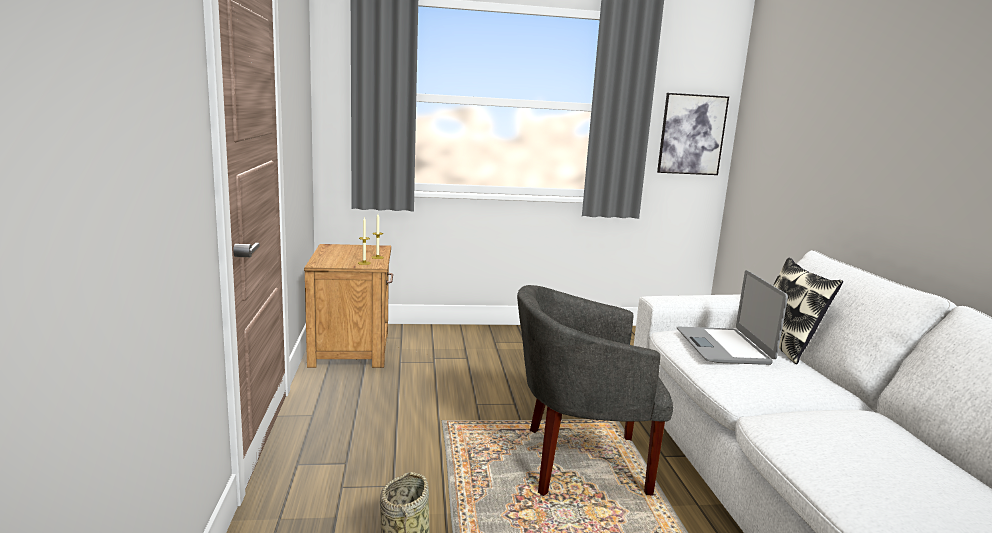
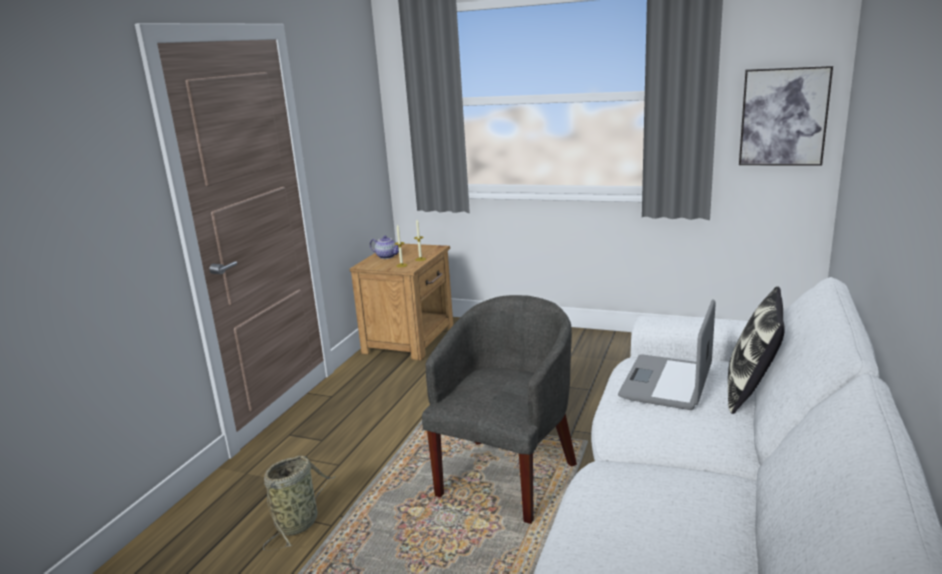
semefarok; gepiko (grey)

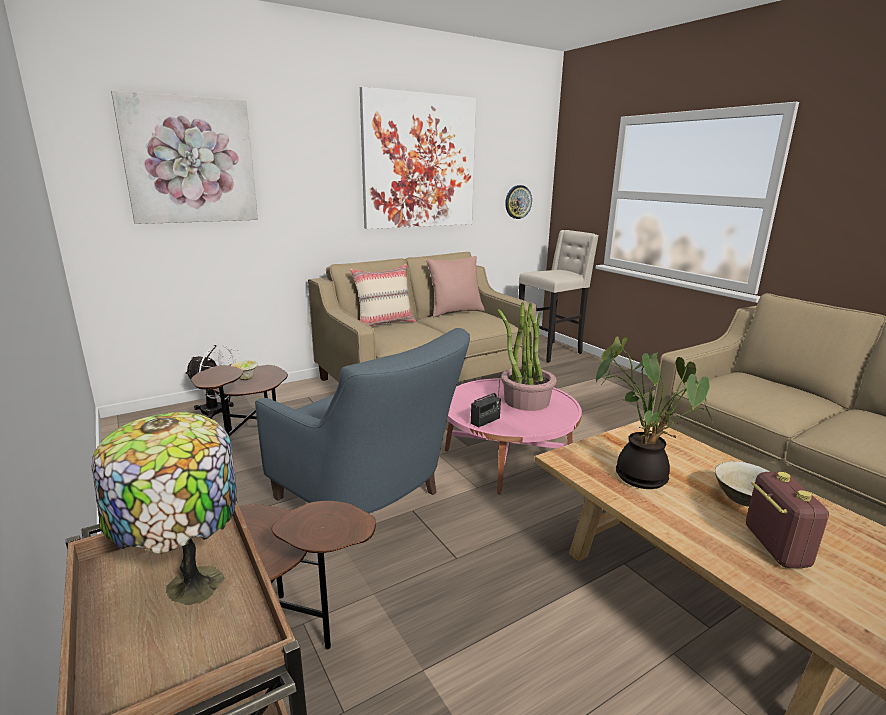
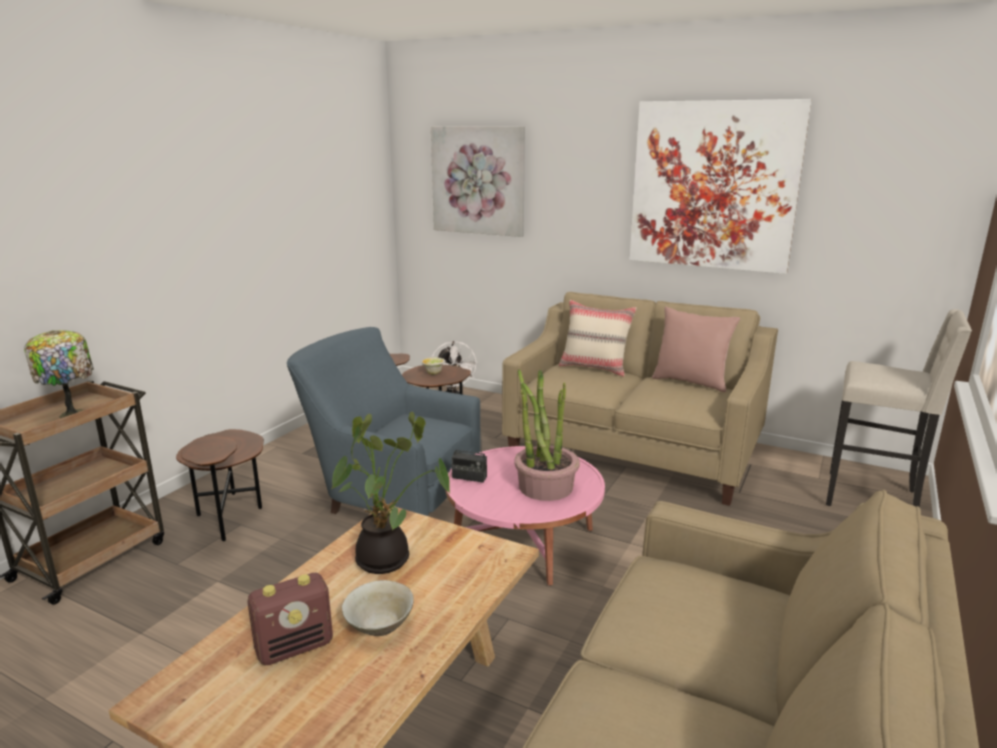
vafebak; gepiko (blue)

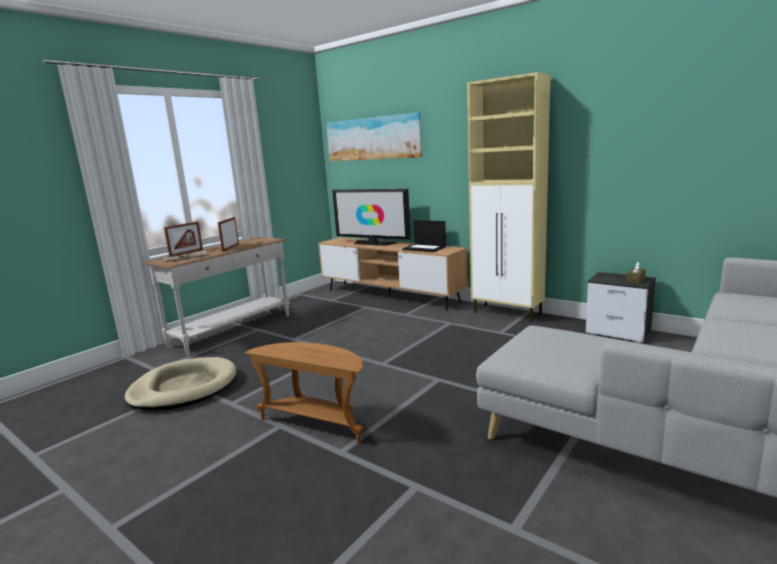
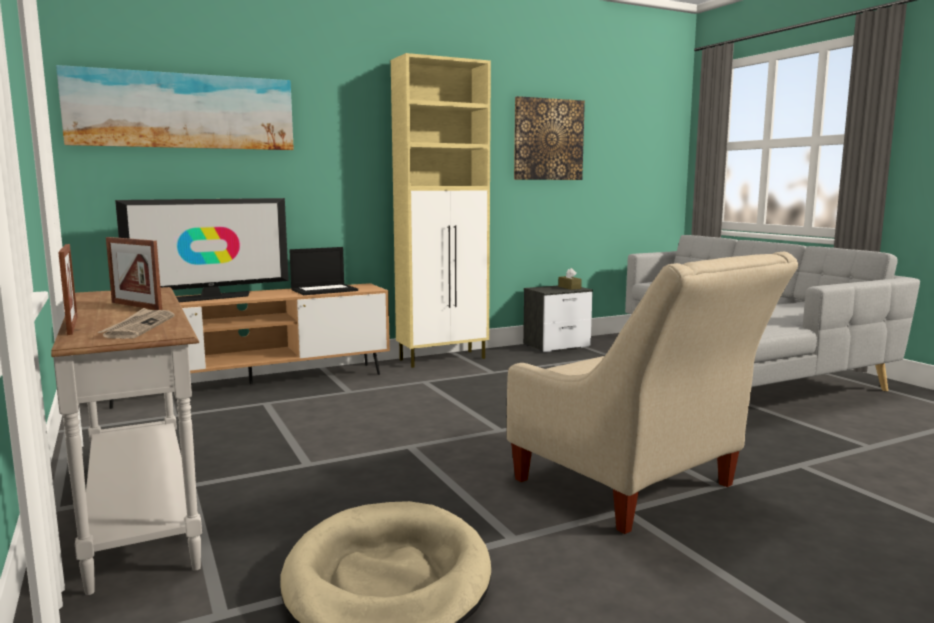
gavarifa (2nd from left); gepiko (beige)

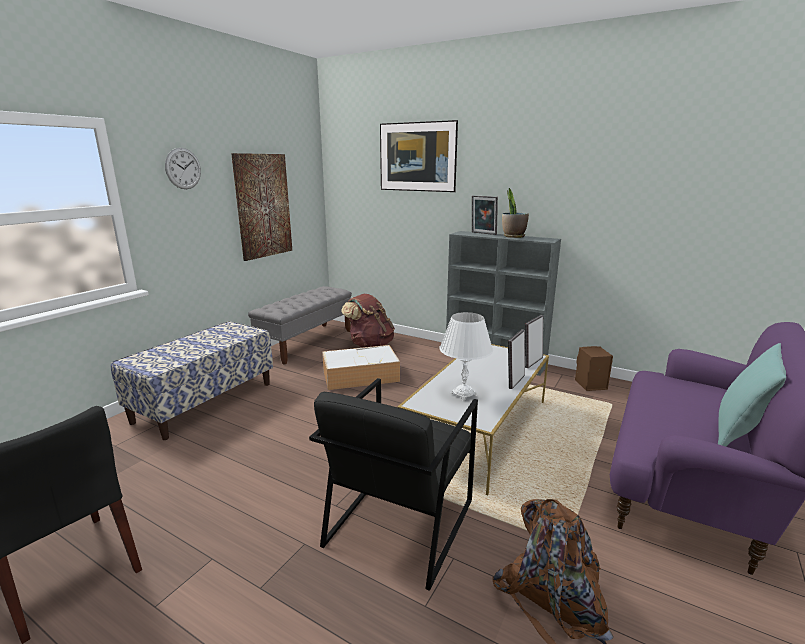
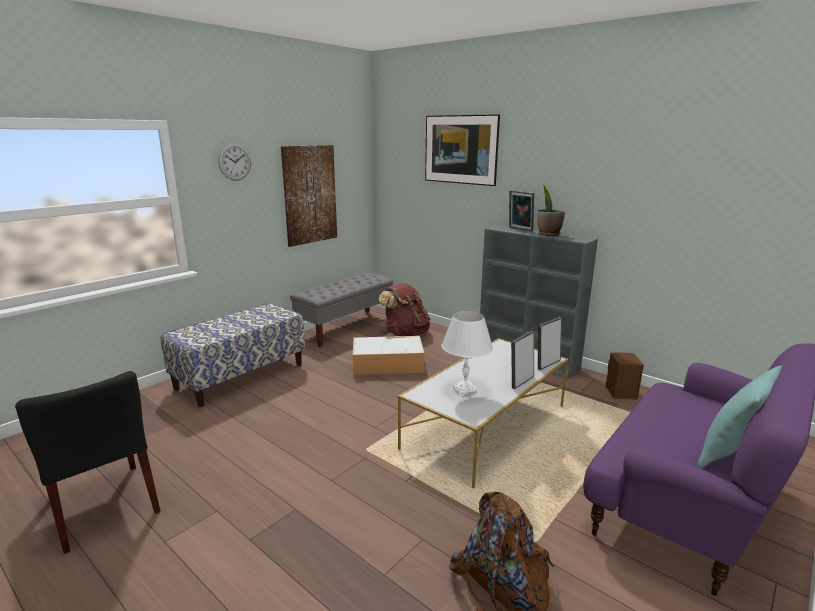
gepiko (black)

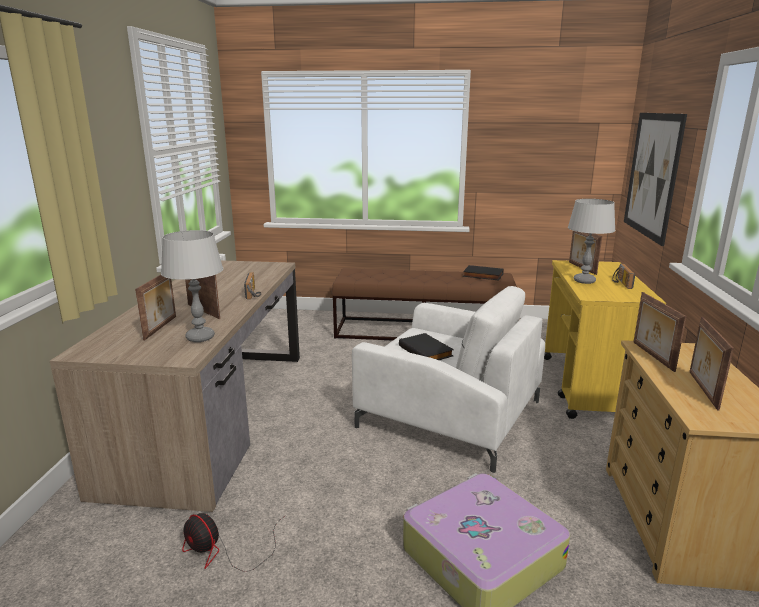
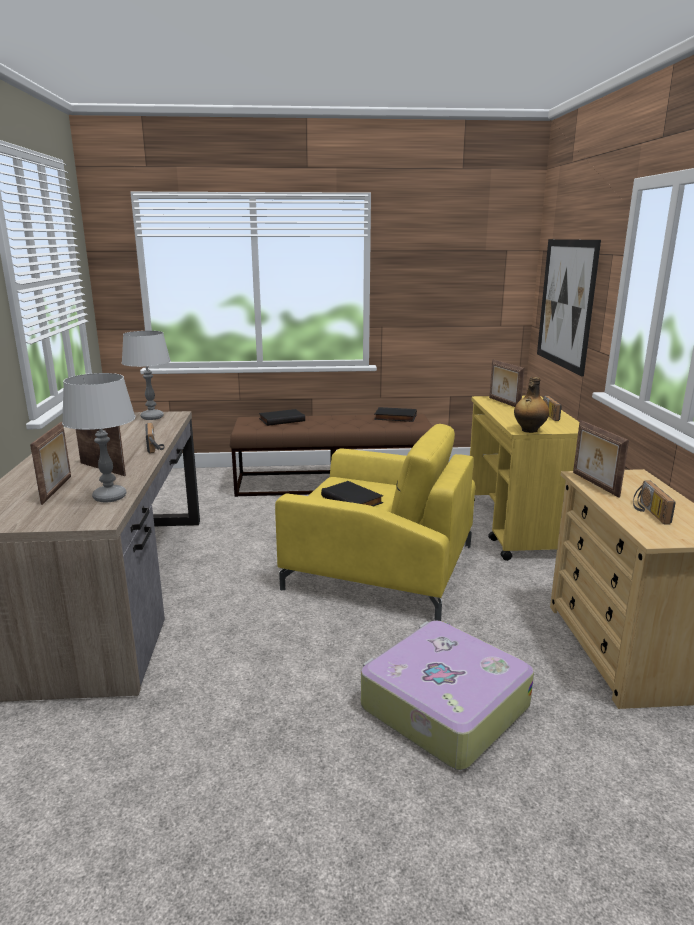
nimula; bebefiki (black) (1st from left); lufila; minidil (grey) (2nd from left); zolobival (3rd from left); gepiko (yellow)

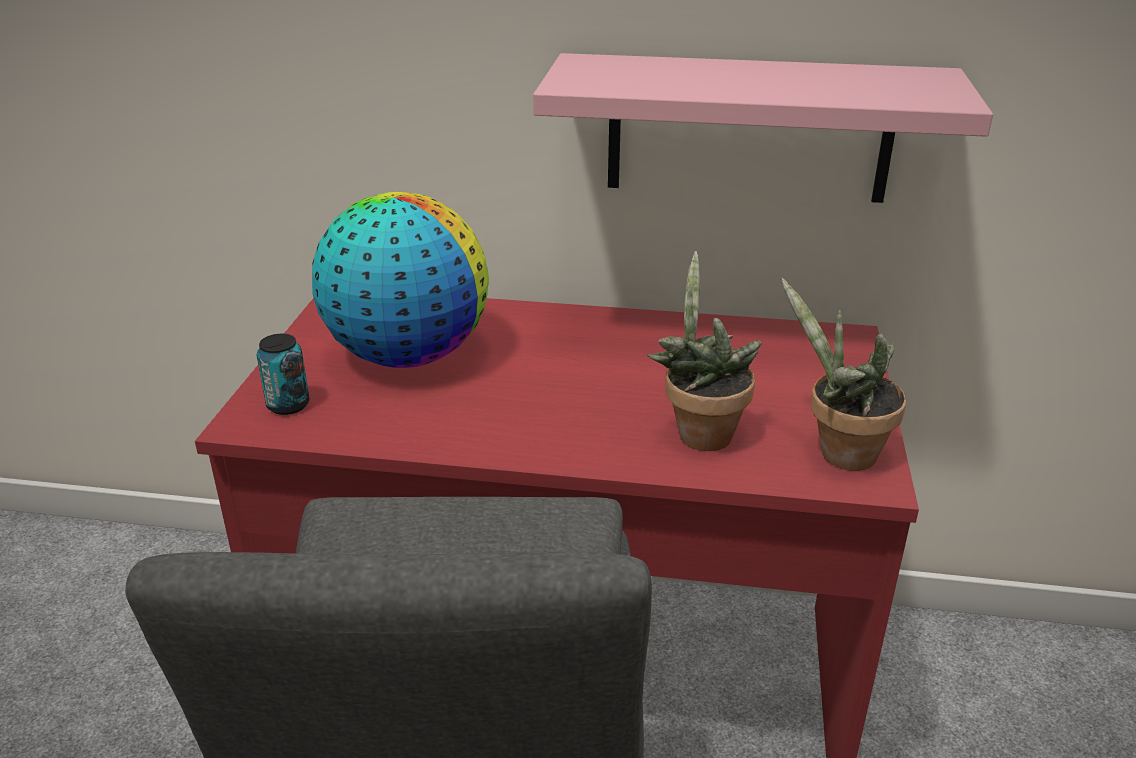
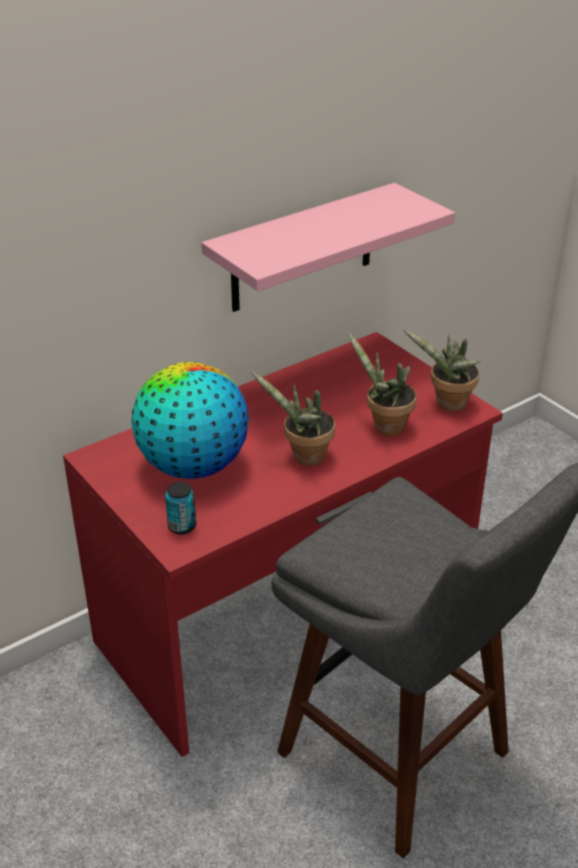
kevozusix (1st from left)

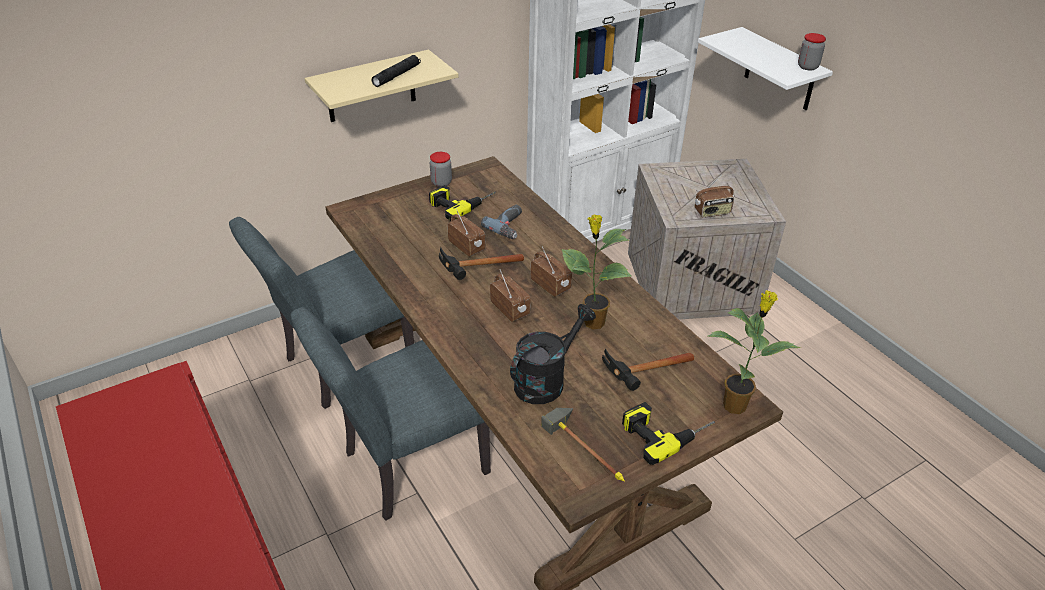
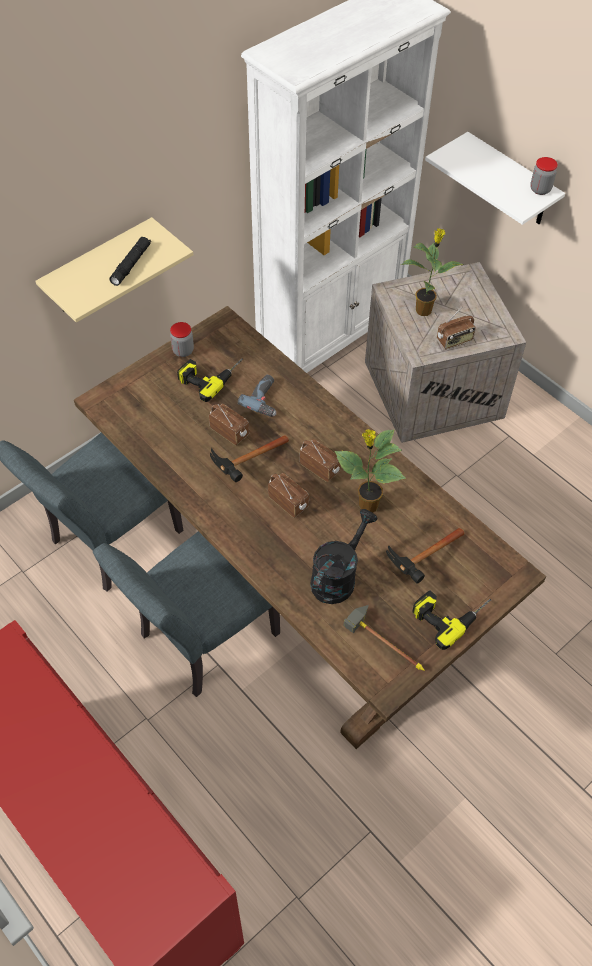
kevozusix (2nd from left)

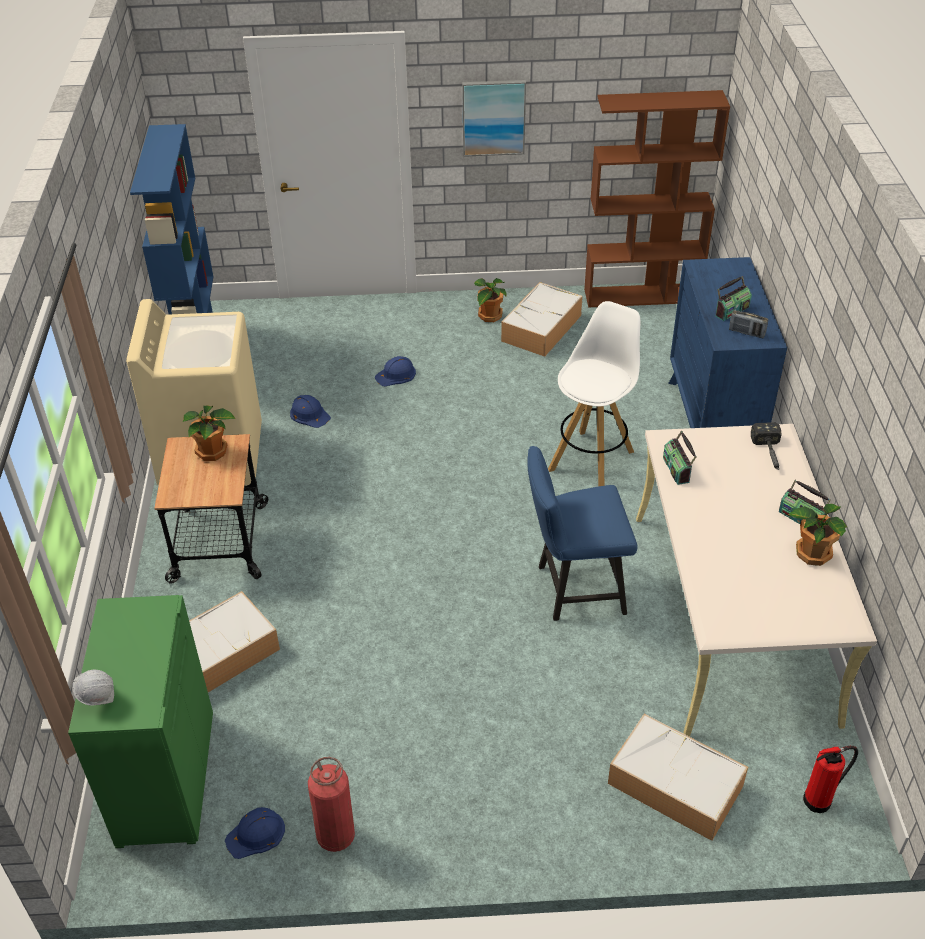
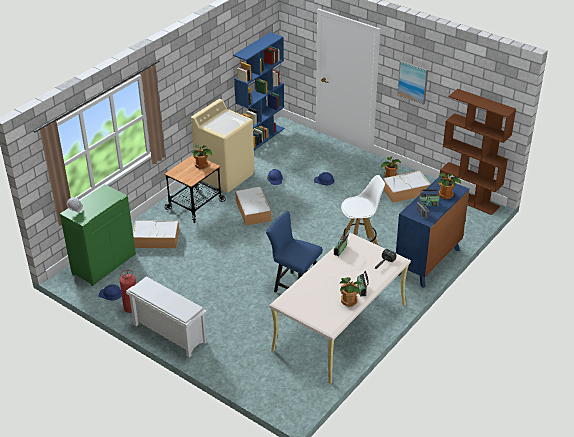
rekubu (2nd from left in the first image); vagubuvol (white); kevozusix (4th from left); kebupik (2nd from left)

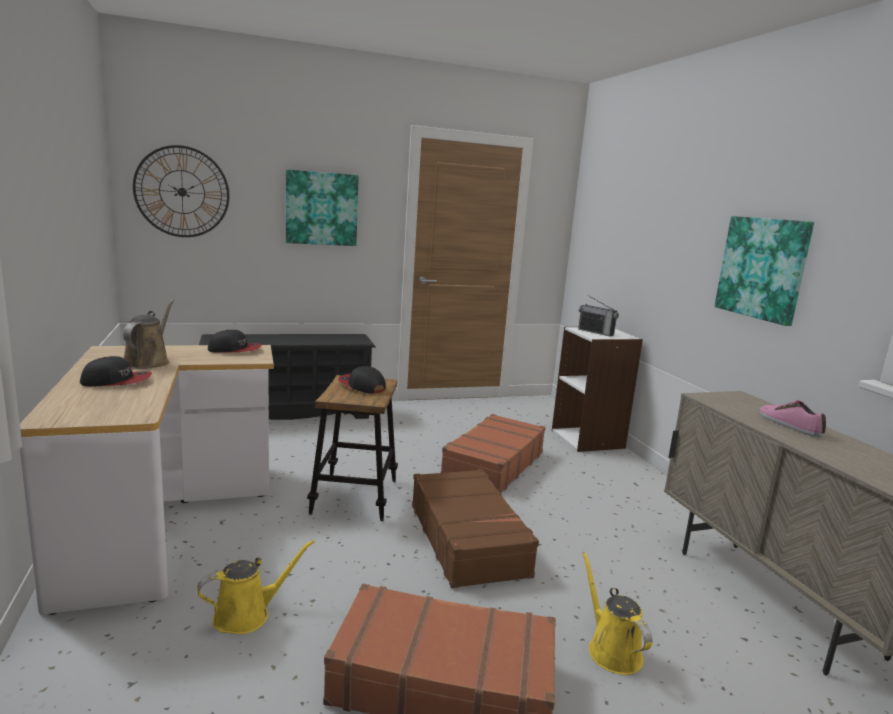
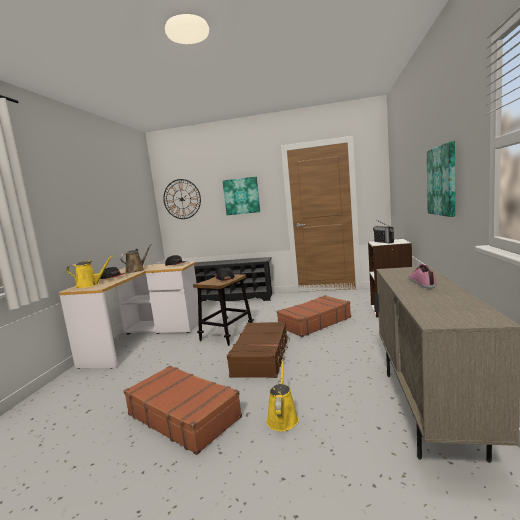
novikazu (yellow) (1st from left)

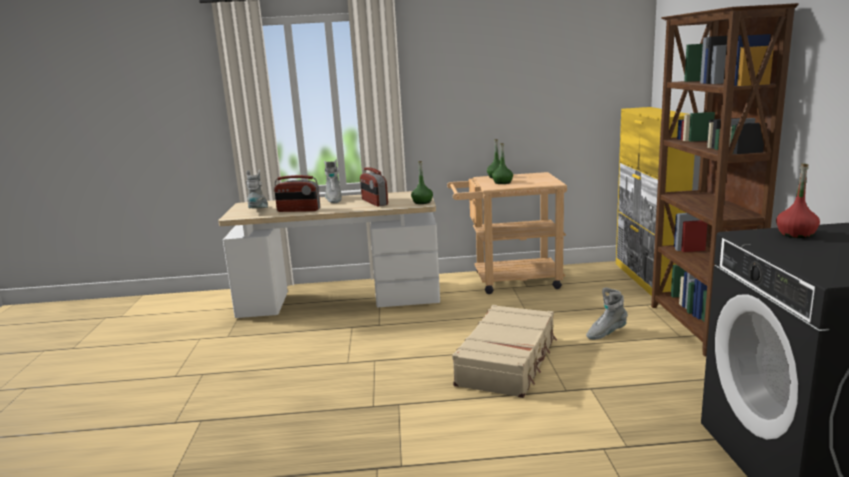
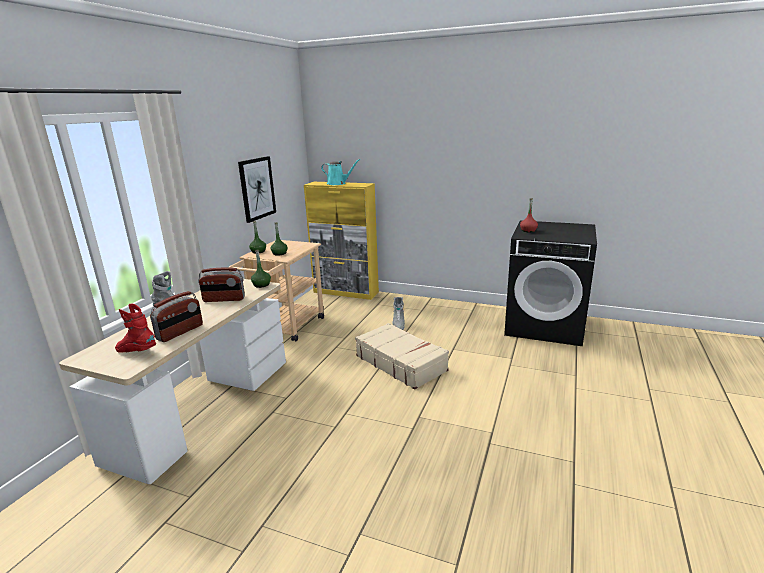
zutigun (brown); gavarifa; novikazu (turquoise); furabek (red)

